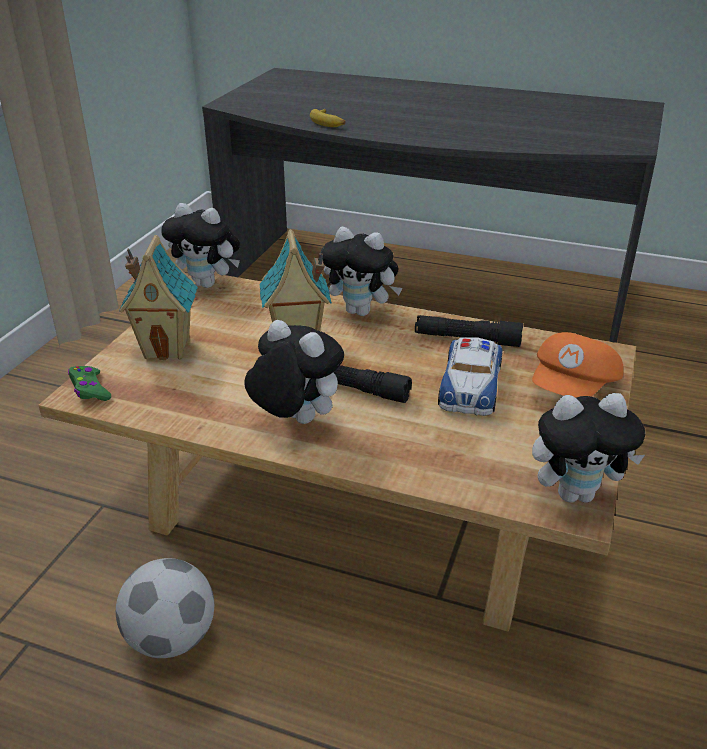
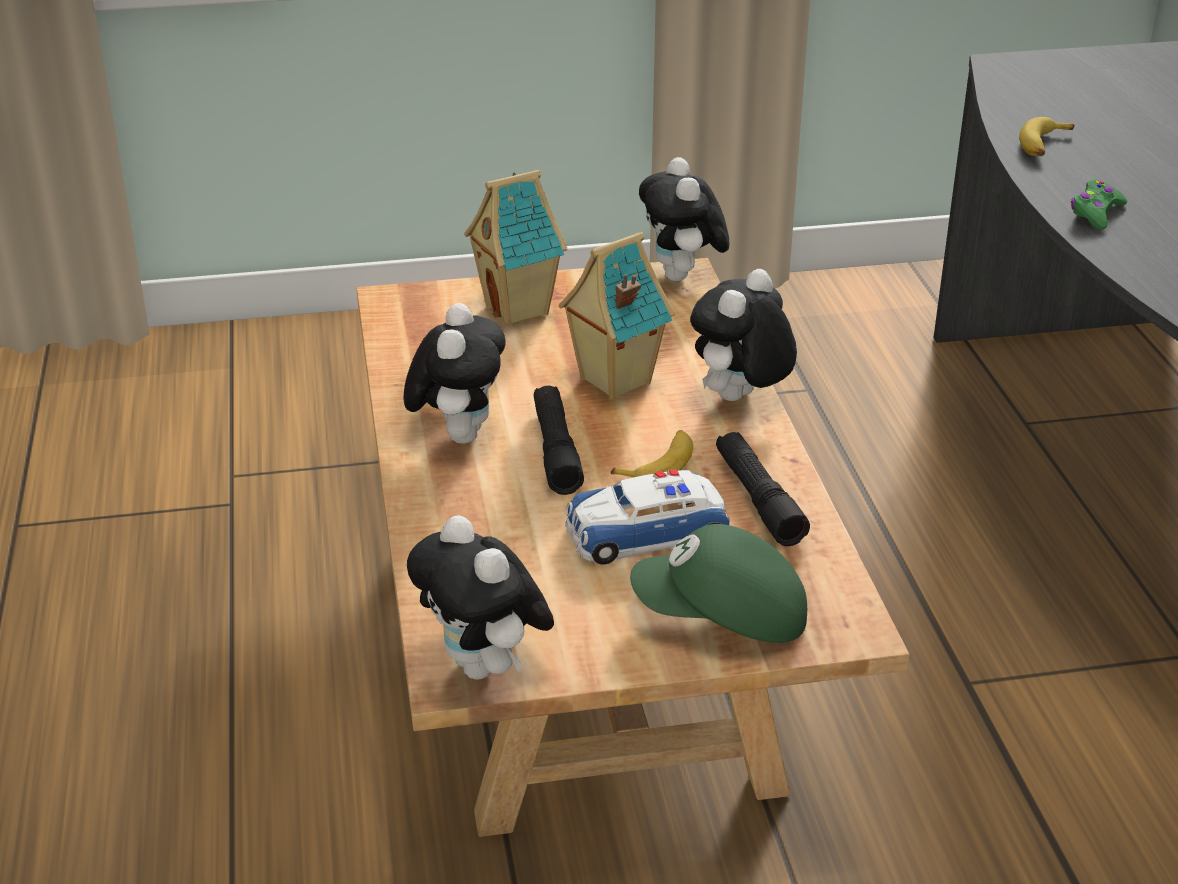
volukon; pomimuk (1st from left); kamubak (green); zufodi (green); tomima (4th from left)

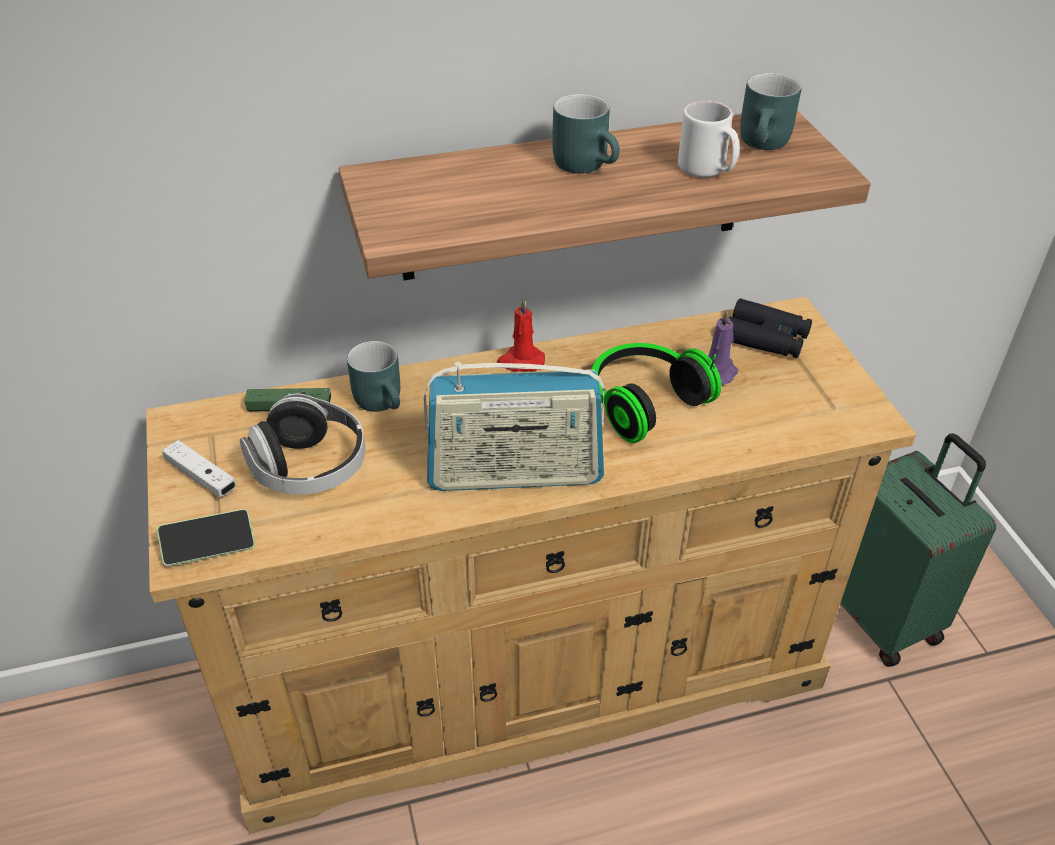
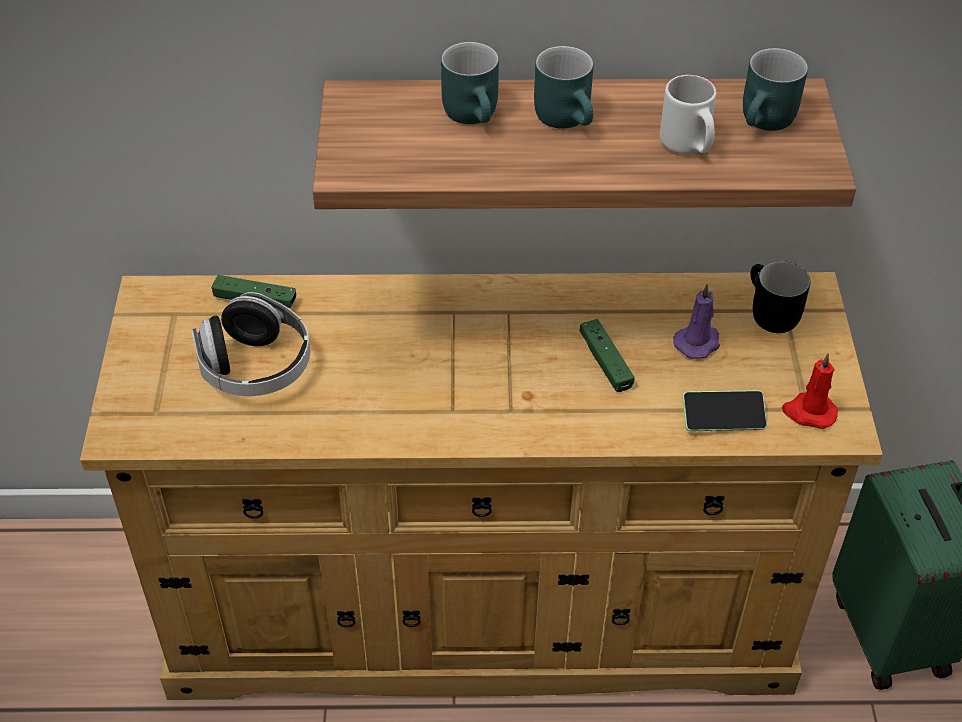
kamubak (white); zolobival; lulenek; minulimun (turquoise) (1st from left); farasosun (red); kamubak (green) (2nd from left); minulimun (black)

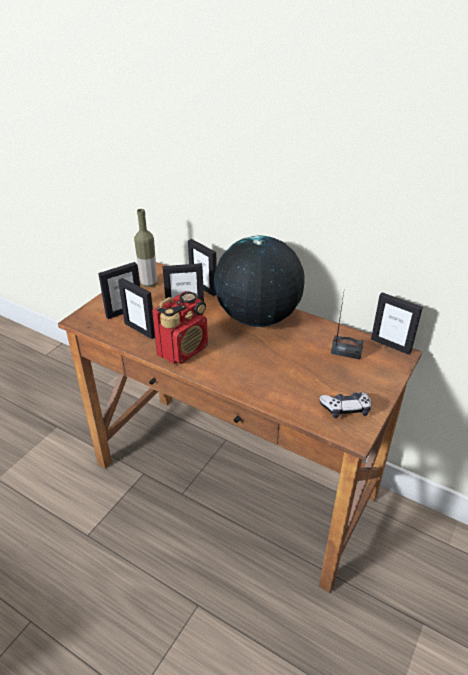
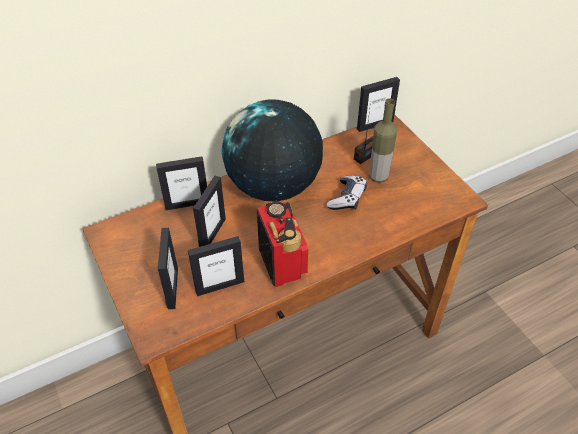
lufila; kamubak

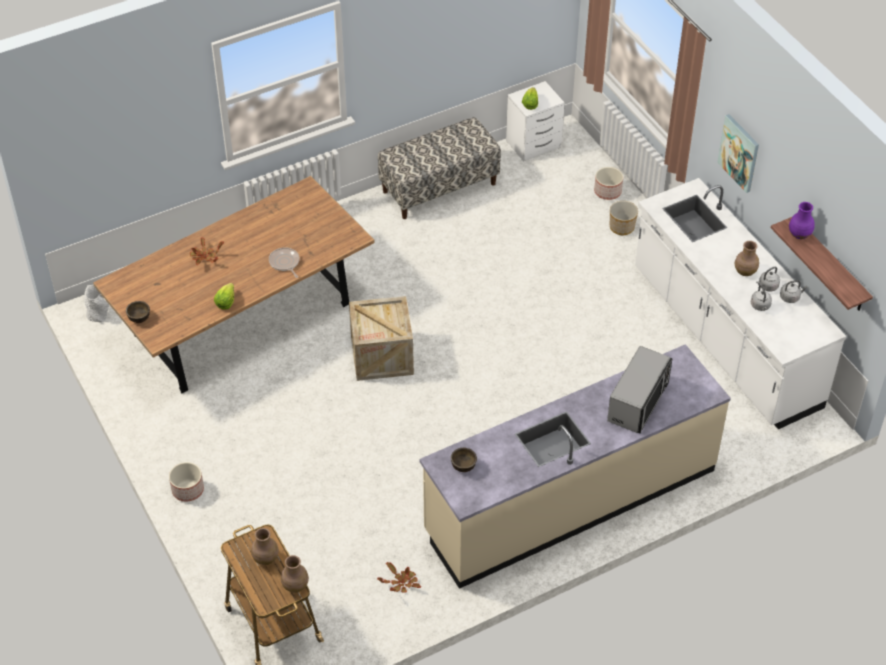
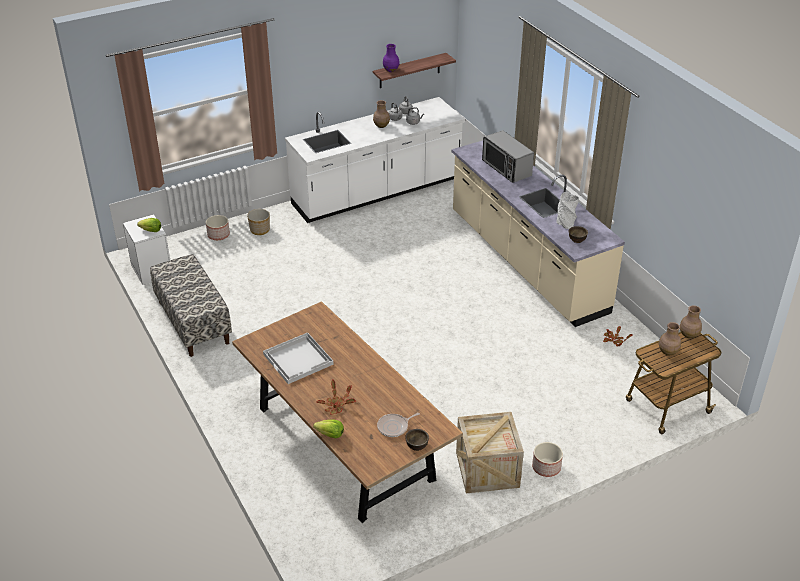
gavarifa; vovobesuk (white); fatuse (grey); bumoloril (2nd from left); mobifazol; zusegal; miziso

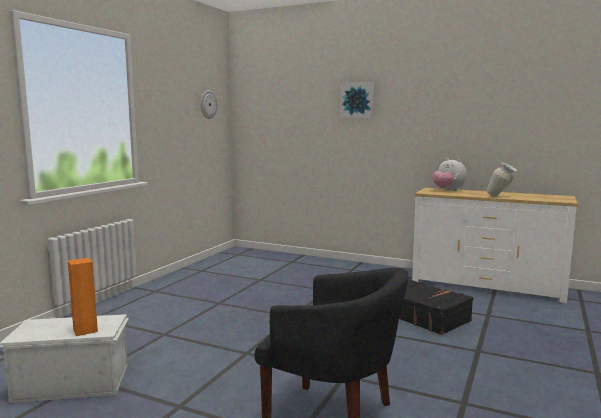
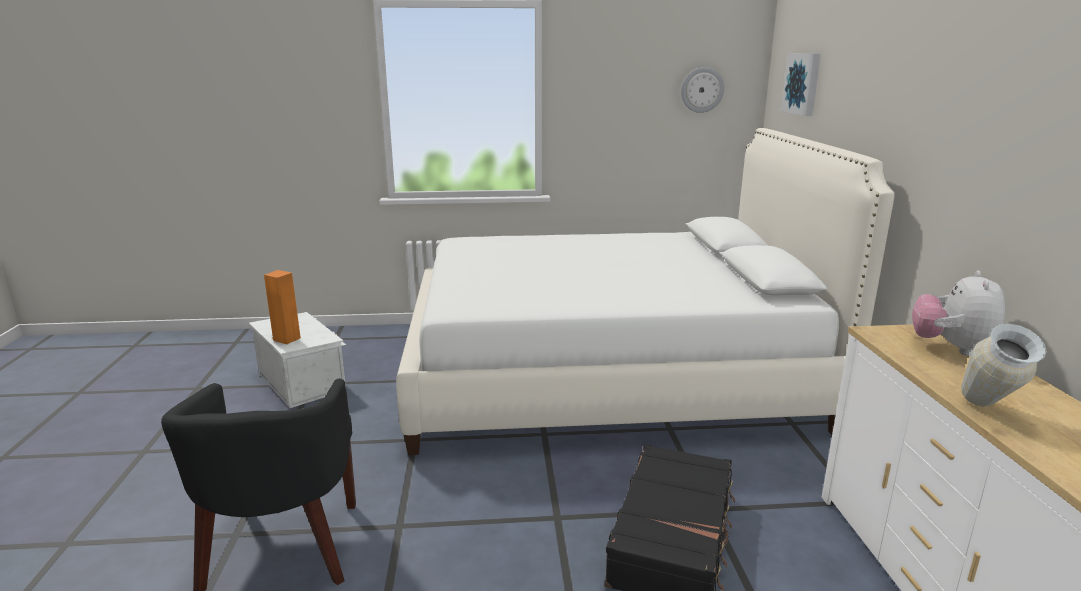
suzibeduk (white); gavarifa

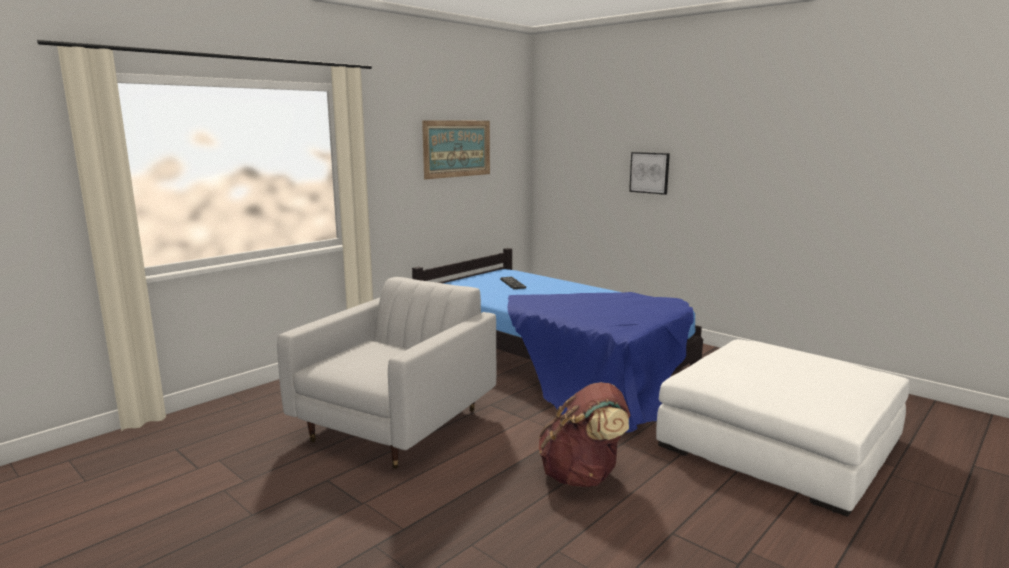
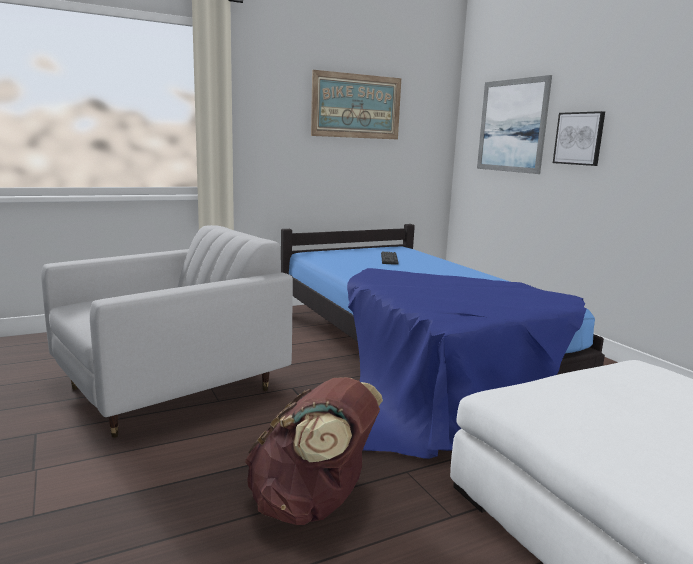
gavarifa (2nd from left)

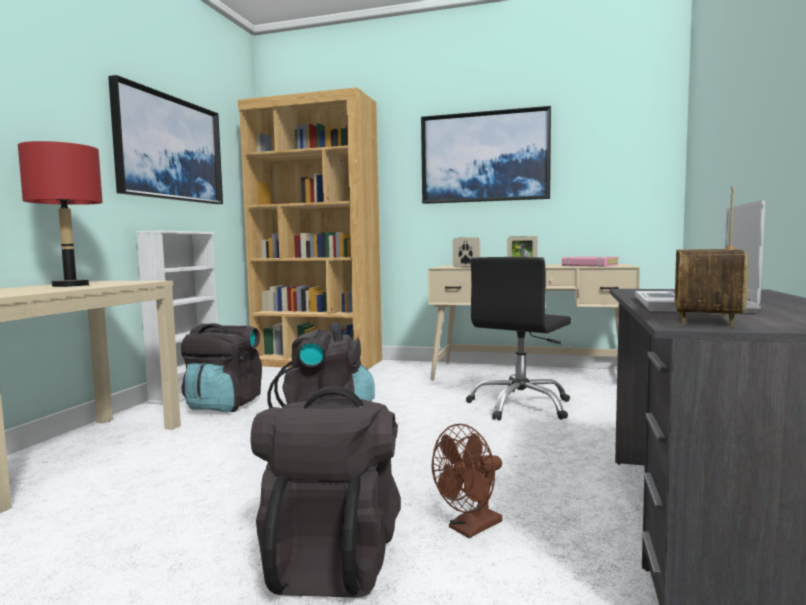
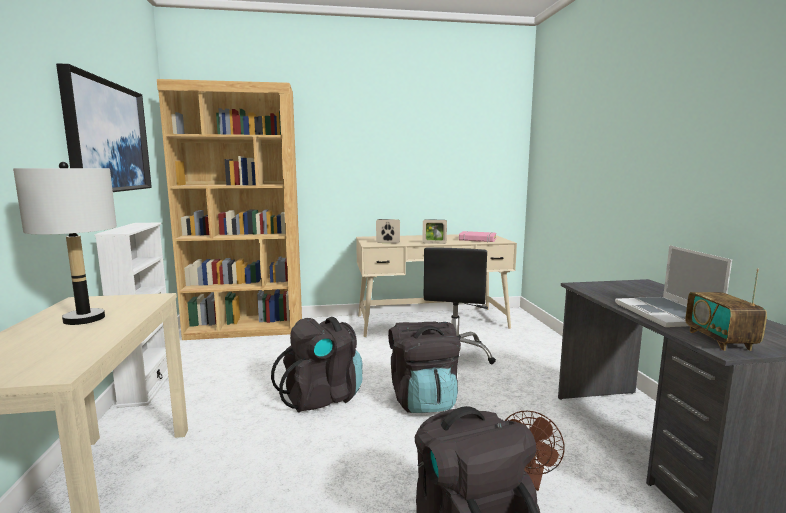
gavarifa (2nd from left in the first image); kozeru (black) (2nd from left); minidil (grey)

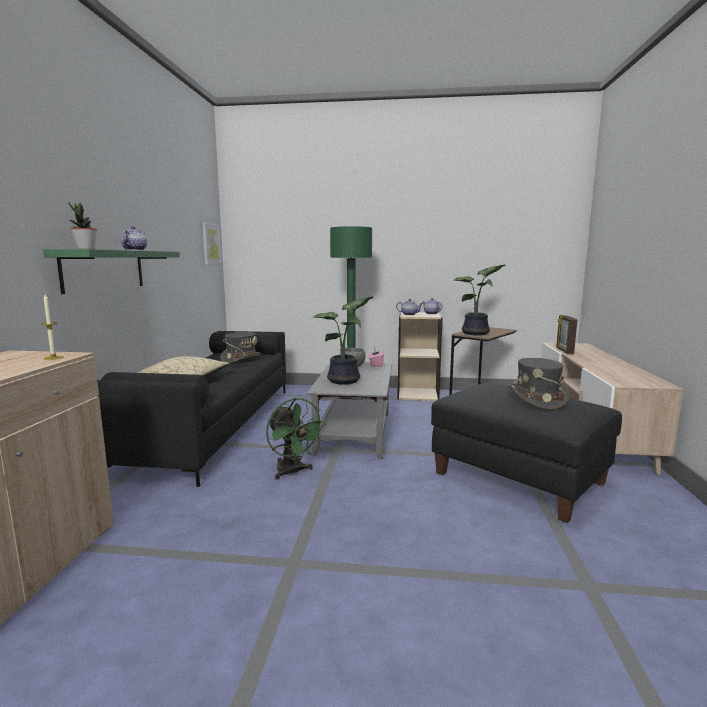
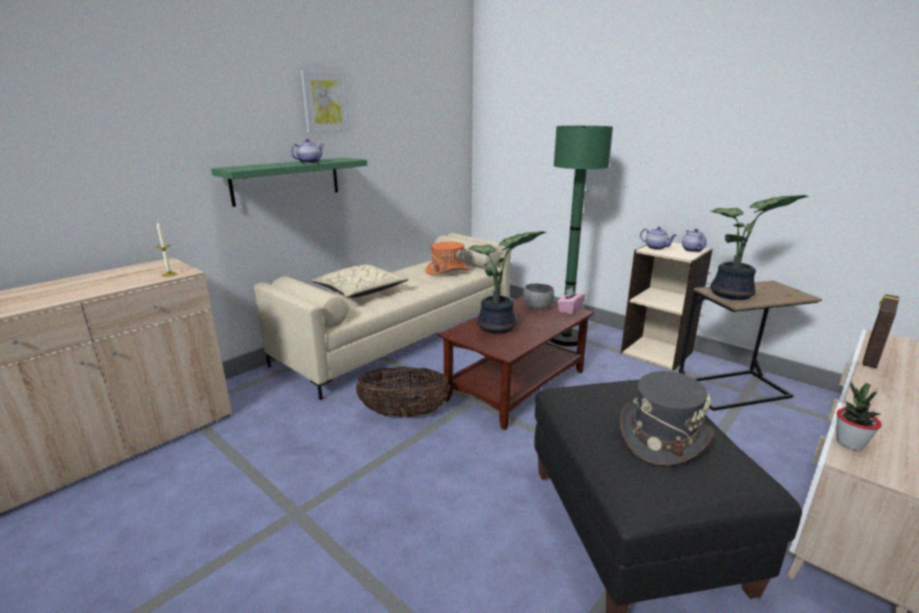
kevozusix (3rd from left); gavarifa; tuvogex; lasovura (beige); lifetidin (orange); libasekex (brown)

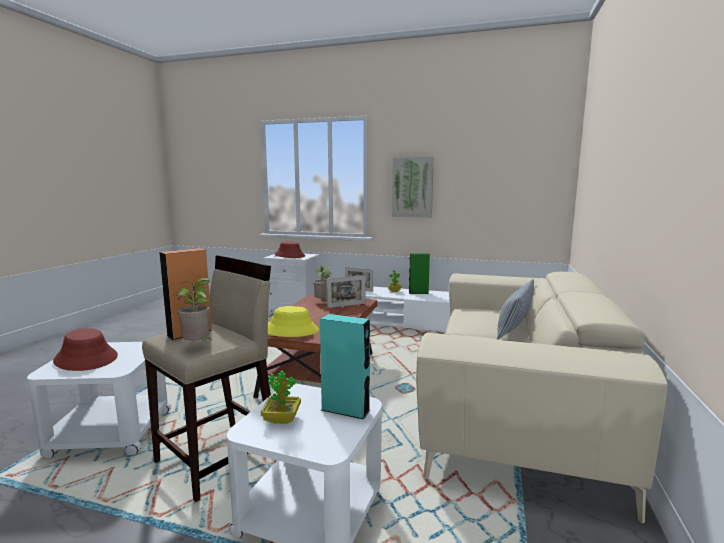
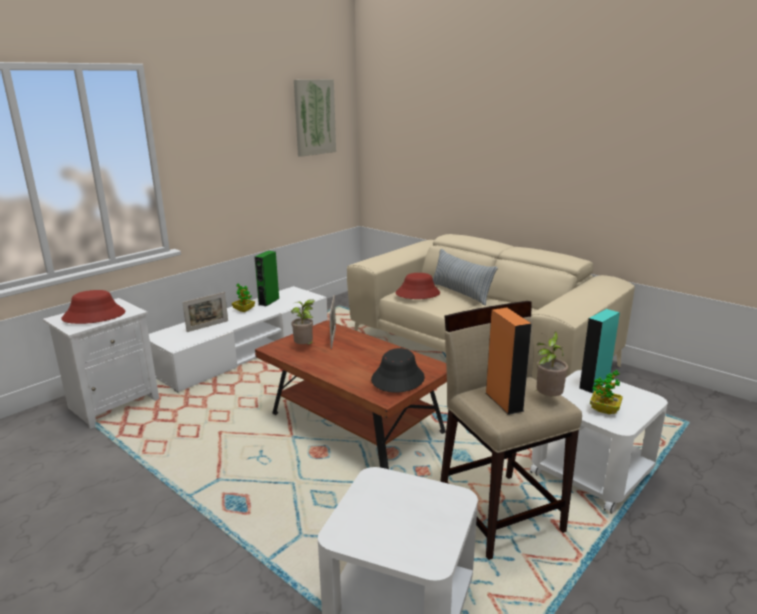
lifetidin (red) (2nd from left); gavarifa; lifetidin (black)

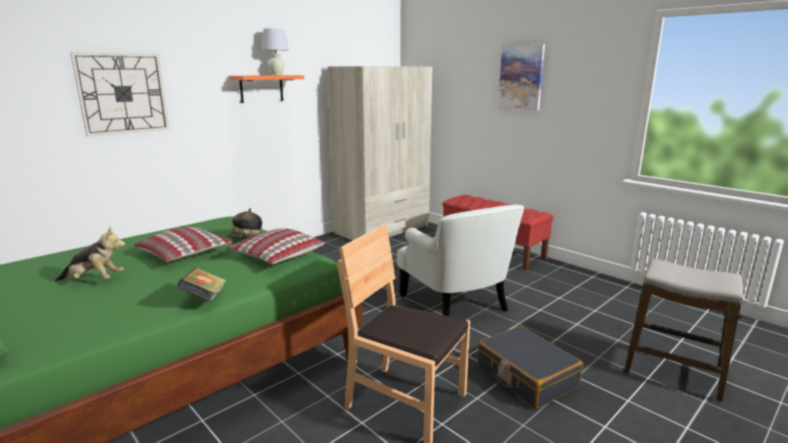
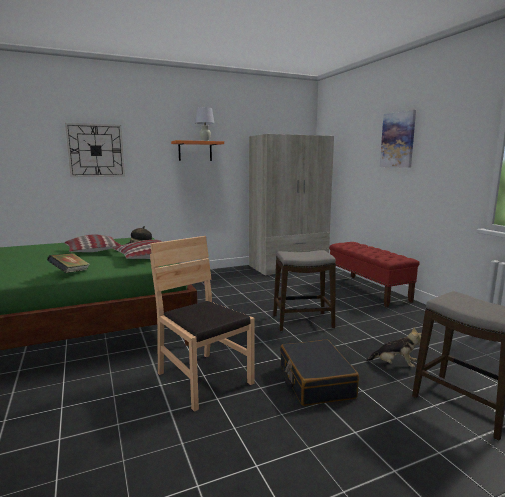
tomima; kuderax (1st from left)

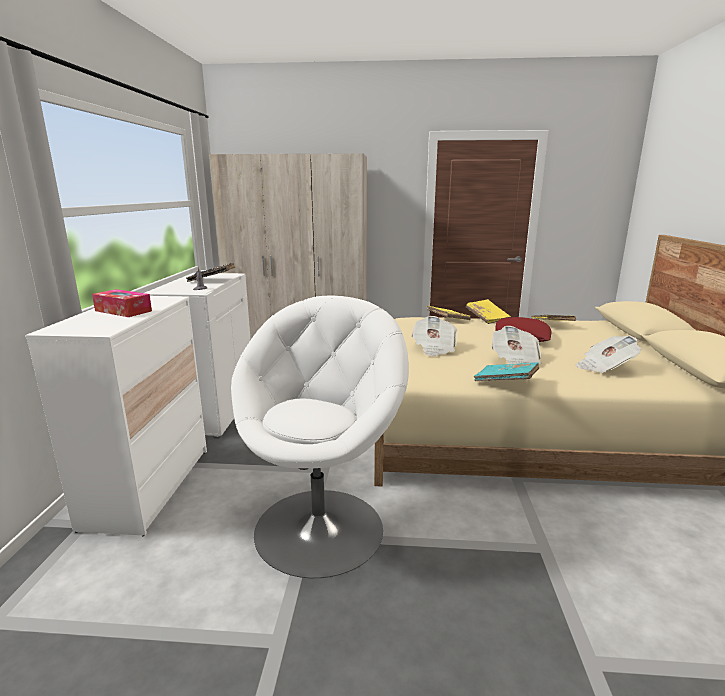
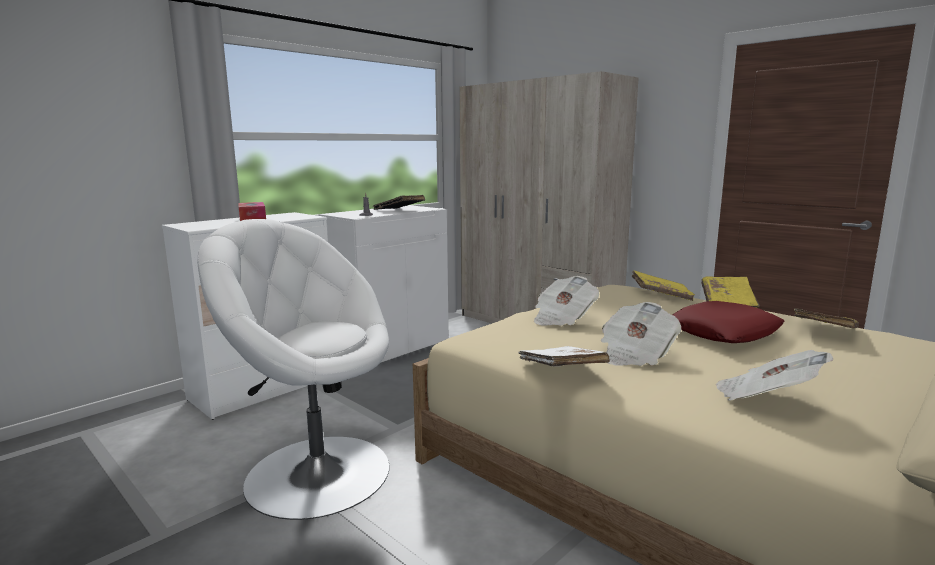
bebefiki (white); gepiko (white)

